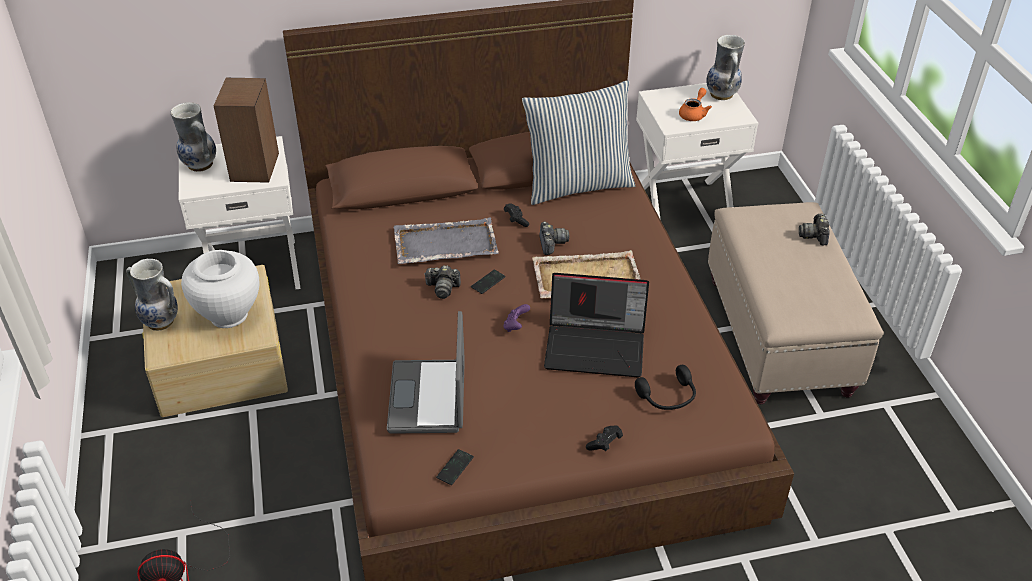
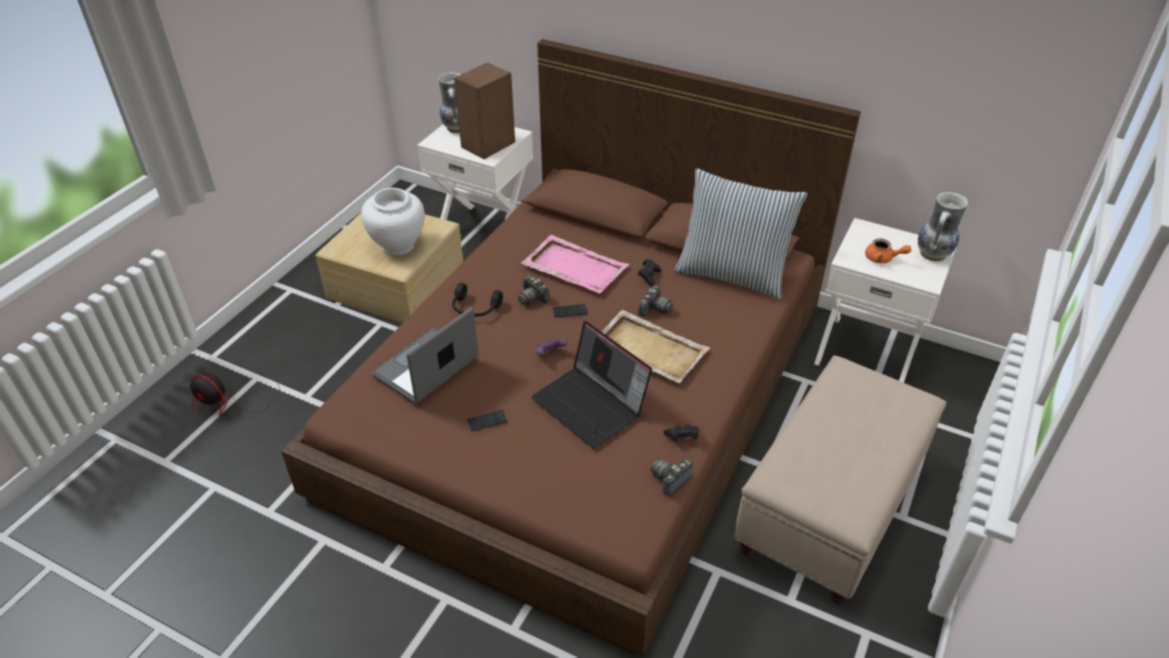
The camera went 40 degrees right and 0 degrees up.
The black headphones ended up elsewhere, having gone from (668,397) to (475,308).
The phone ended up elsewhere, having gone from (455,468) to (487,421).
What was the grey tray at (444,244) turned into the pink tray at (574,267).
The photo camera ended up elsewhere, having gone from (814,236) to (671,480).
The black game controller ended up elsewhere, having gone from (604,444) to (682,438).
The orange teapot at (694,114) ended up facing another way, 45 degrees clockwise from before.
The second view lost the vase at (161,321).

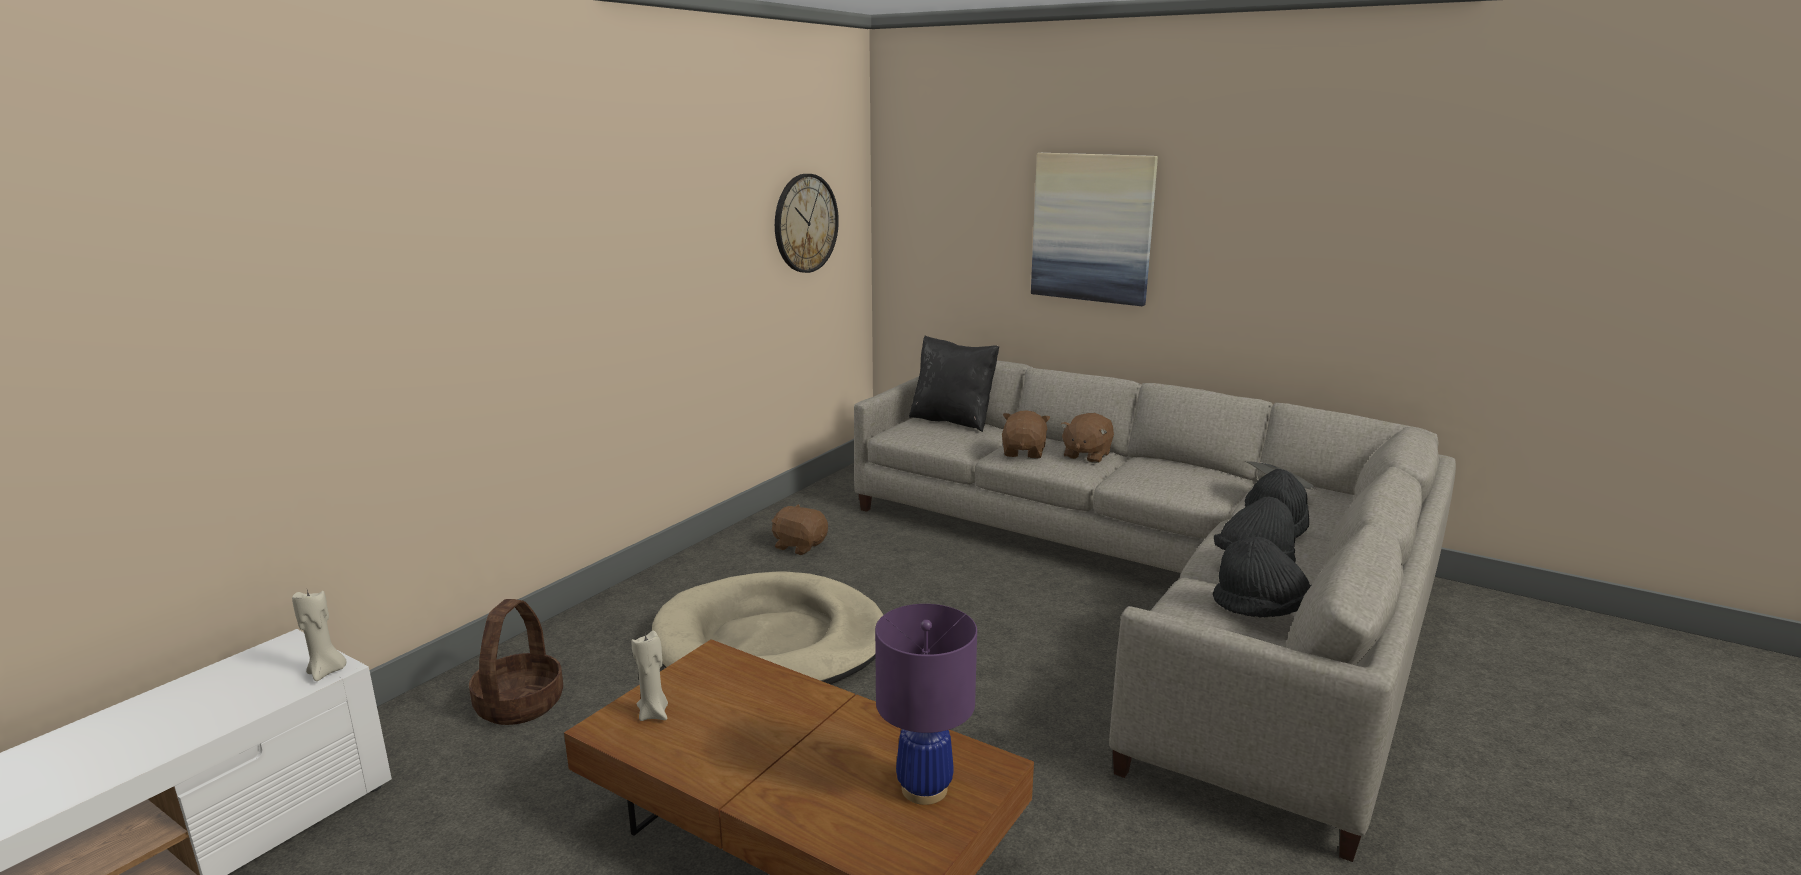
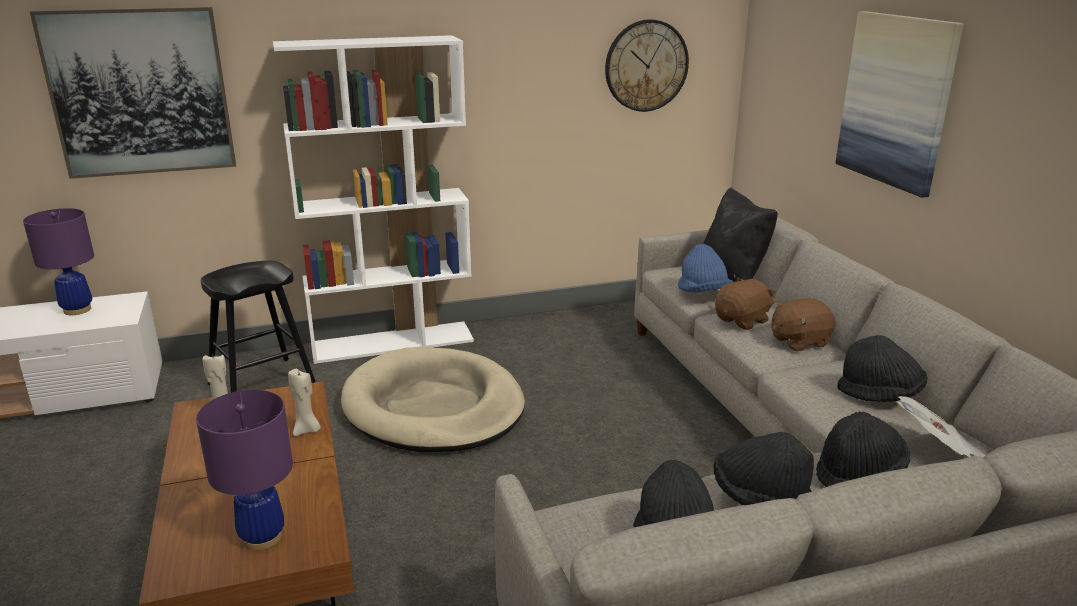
The camera went 40 degrees right and 5 degrees up.
The second view gained the purple table lamp at (77,310).
The second view gained the picture at (140,92).
Where the basket stood at (519,704), the black stool came to stand at (261,384).
The second view gained the white bookcase at (393,342).
The beige candle ended up elsewhere, having gone from (326,672) to (307,430).
The second view gained the blue hat at (703,293).
The second view gained the black hat at (879,395).
The second view lost the brown plush toy at (799,546).

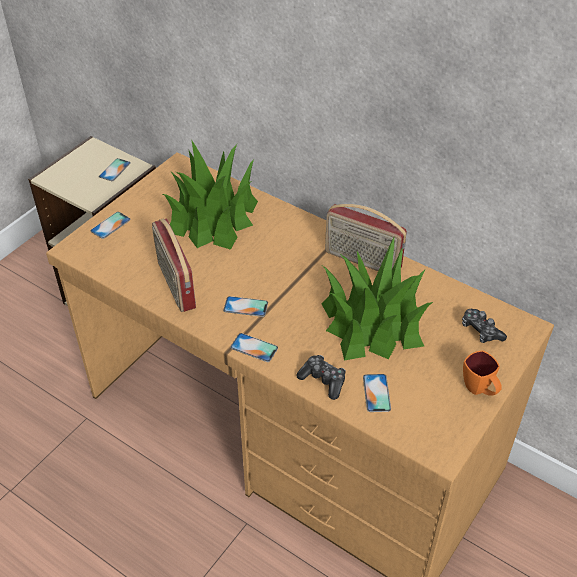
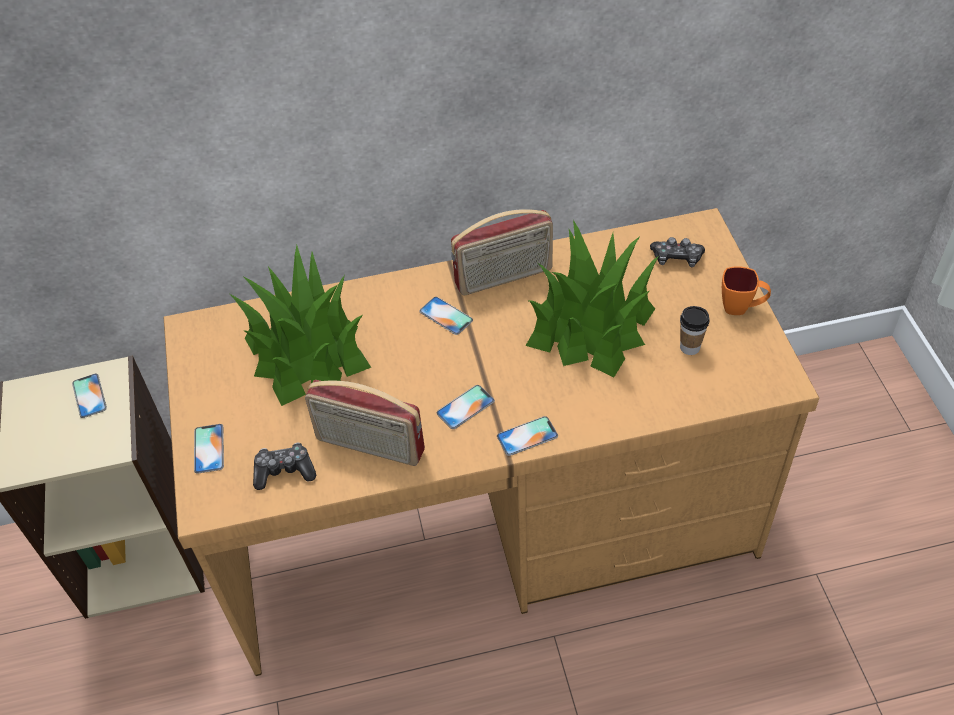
The camera went 45 degrees left and 5 degrees up.
The game controller ended up elsewhere, having gone from (323,380) to (284,471).
The phone ended up elsewhere, having gone from (376,393) to (446,316).
The second view gained the cup at (690,347).

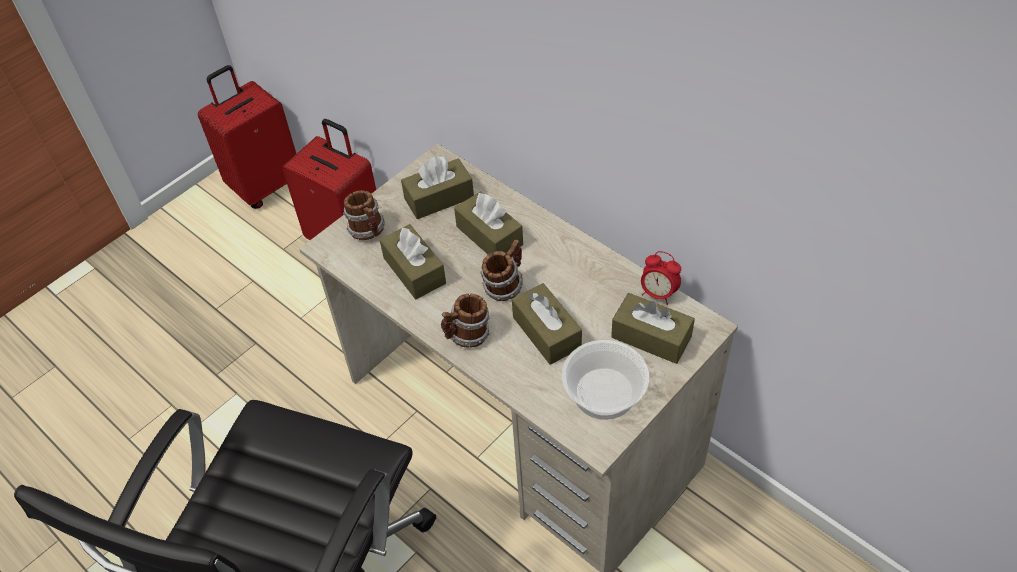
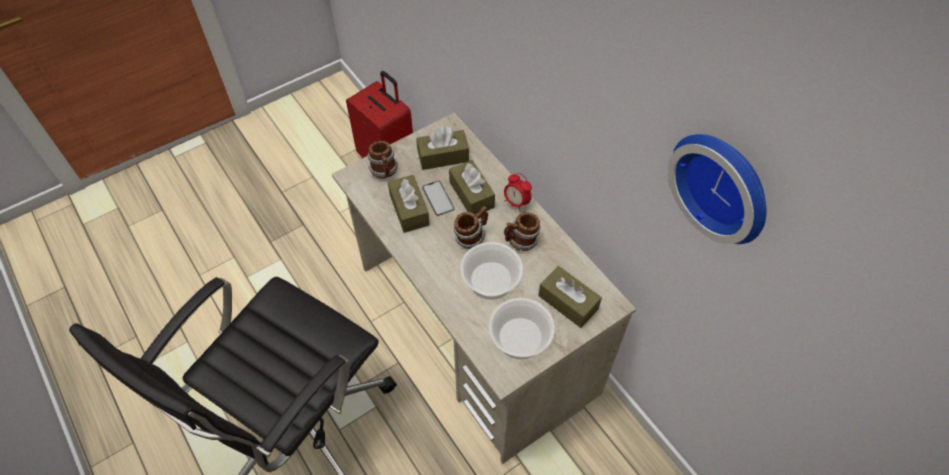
The camera went 10 degrees right and 5 degrees up.
The second view gained the phone at (438,198).
Where the brown tissue box stood at (546,332), the bowl came to stand at (491,280).
The alarm clock ended up elsewhere, having gone from (658,294) to (516,203).
The mug ended up elsewhere, having gone from (467,336) to (520,242).
The second view gained the wall clock at (724,184).
The second view lost the red suitcase at (266,185).

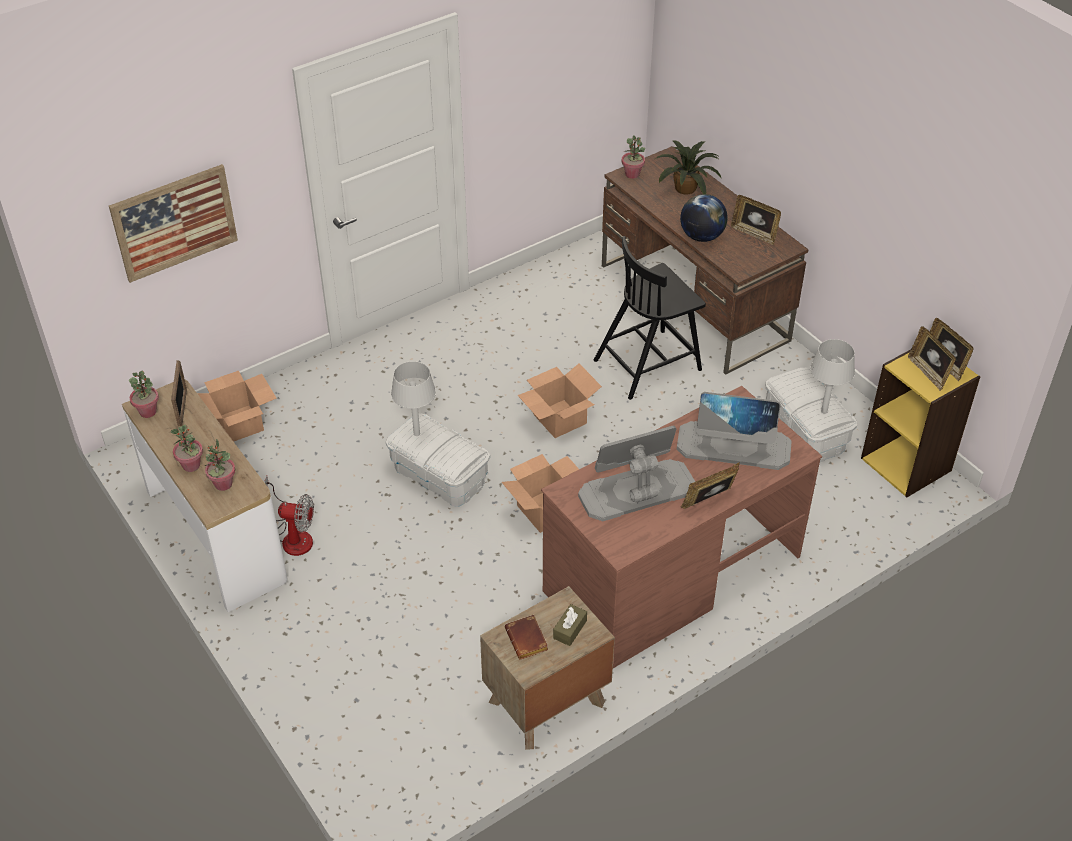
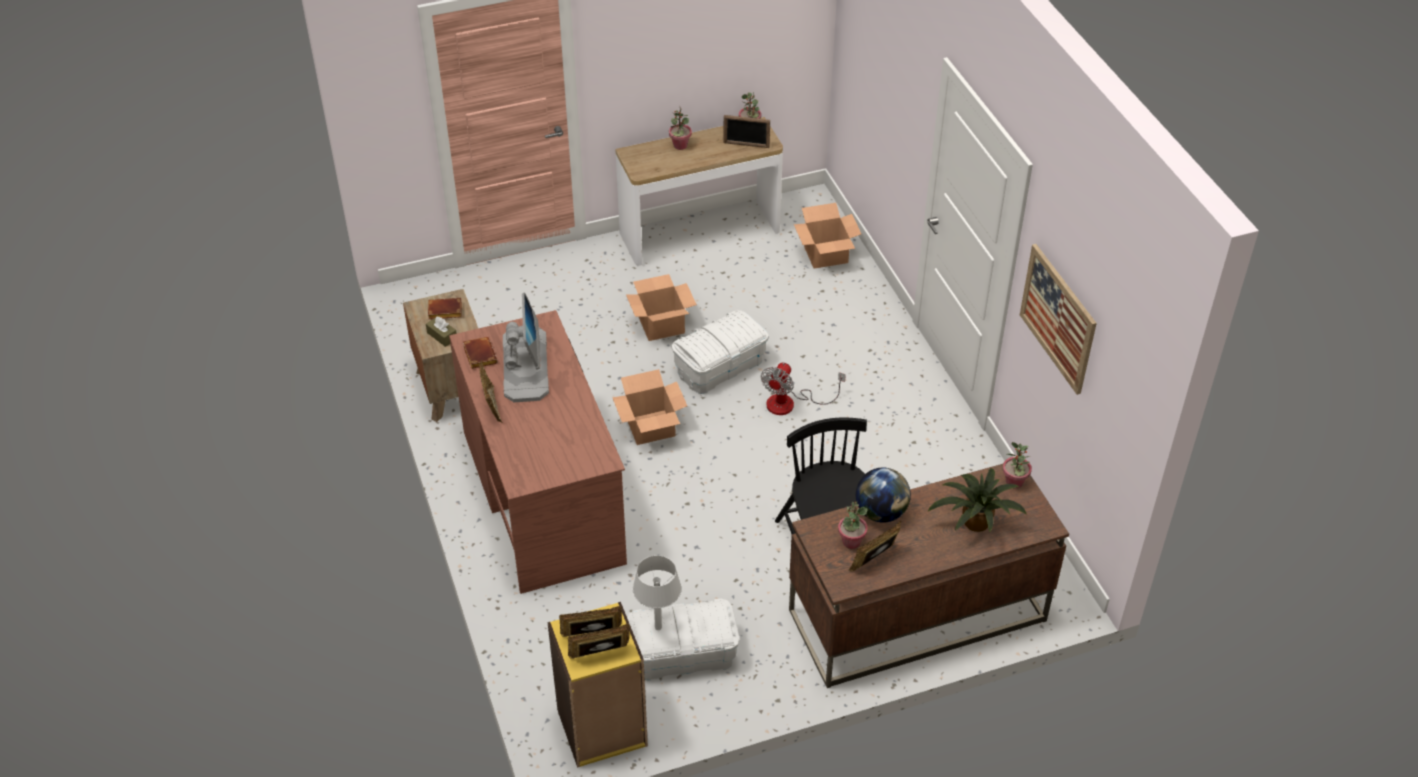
The camera went 105 degrees right and 0 degrees up.
The second view gained the brown book at (478,355).
The cardboard box ended up elsewhere, having gone from (560,419) to (661,326).
The fan ended up elsewhere, having gone from (293,535) to (790,403).
The potted plant ended up elsewhere, having gone from (223,484) to (851,542).
The picture ended up elsewhere, having gone from (174,222) to (1058,318).
The second view lost the grey table lamp at (417,434).
The second view lost the monitor at (734,446).

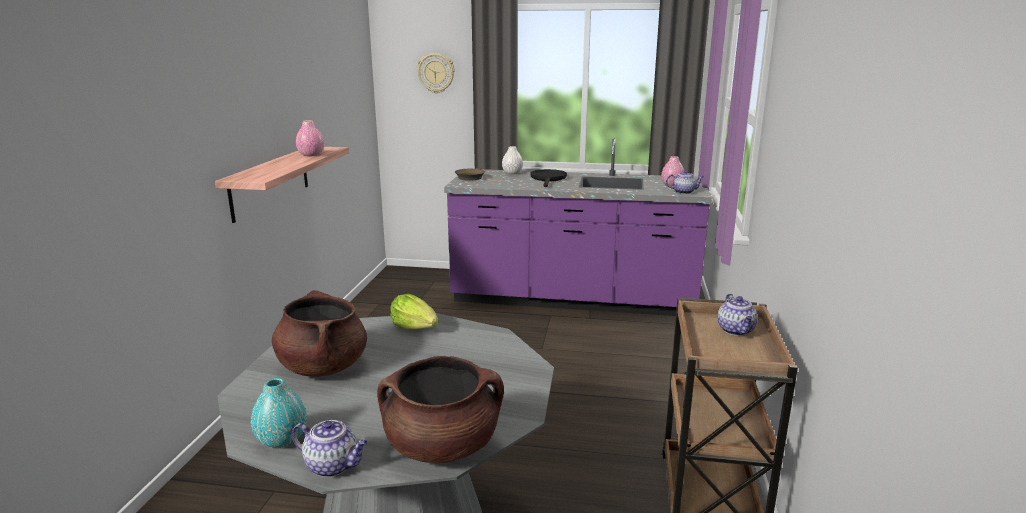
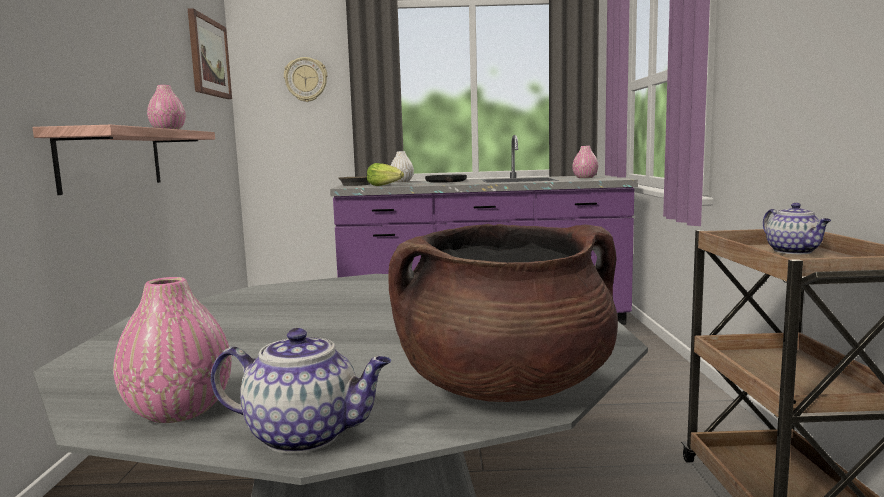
The camera went 10 degrees left and 10 degrees down.
What was the turquoise vase at (282,439) turned into the pink vase at (179,410).
The second view gained the picture at (209,57).
The lettuce ended up elsewhere, having gone from (415,327) to (385,185).
The second view lost the brown cooking pot at (323,367).
The second view lost the teapot at (684,192).

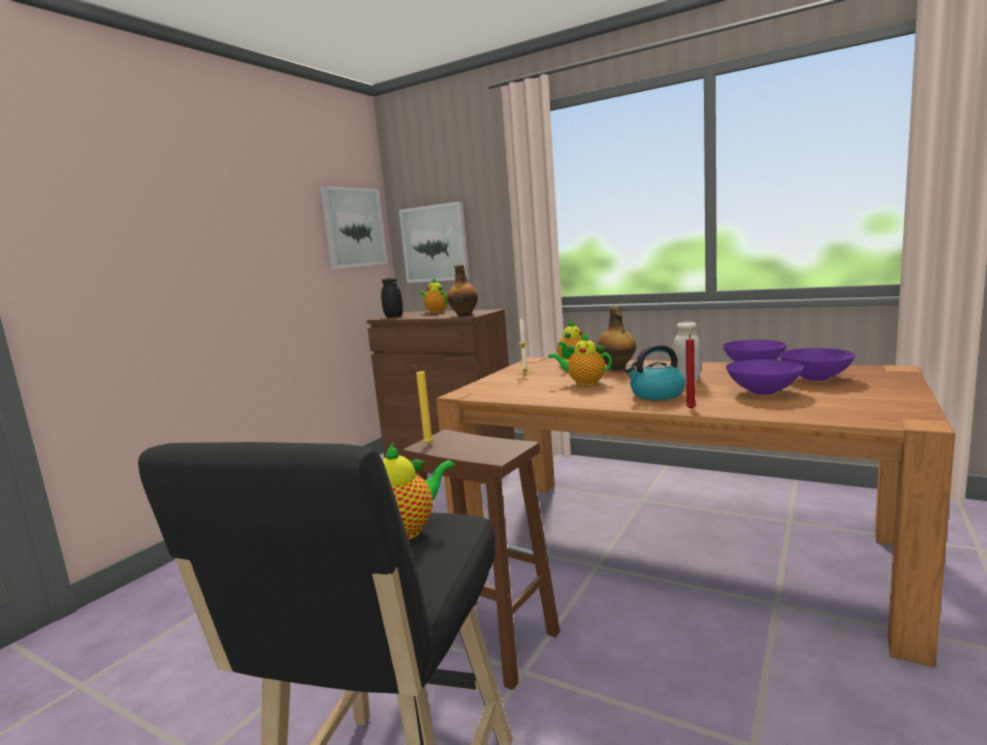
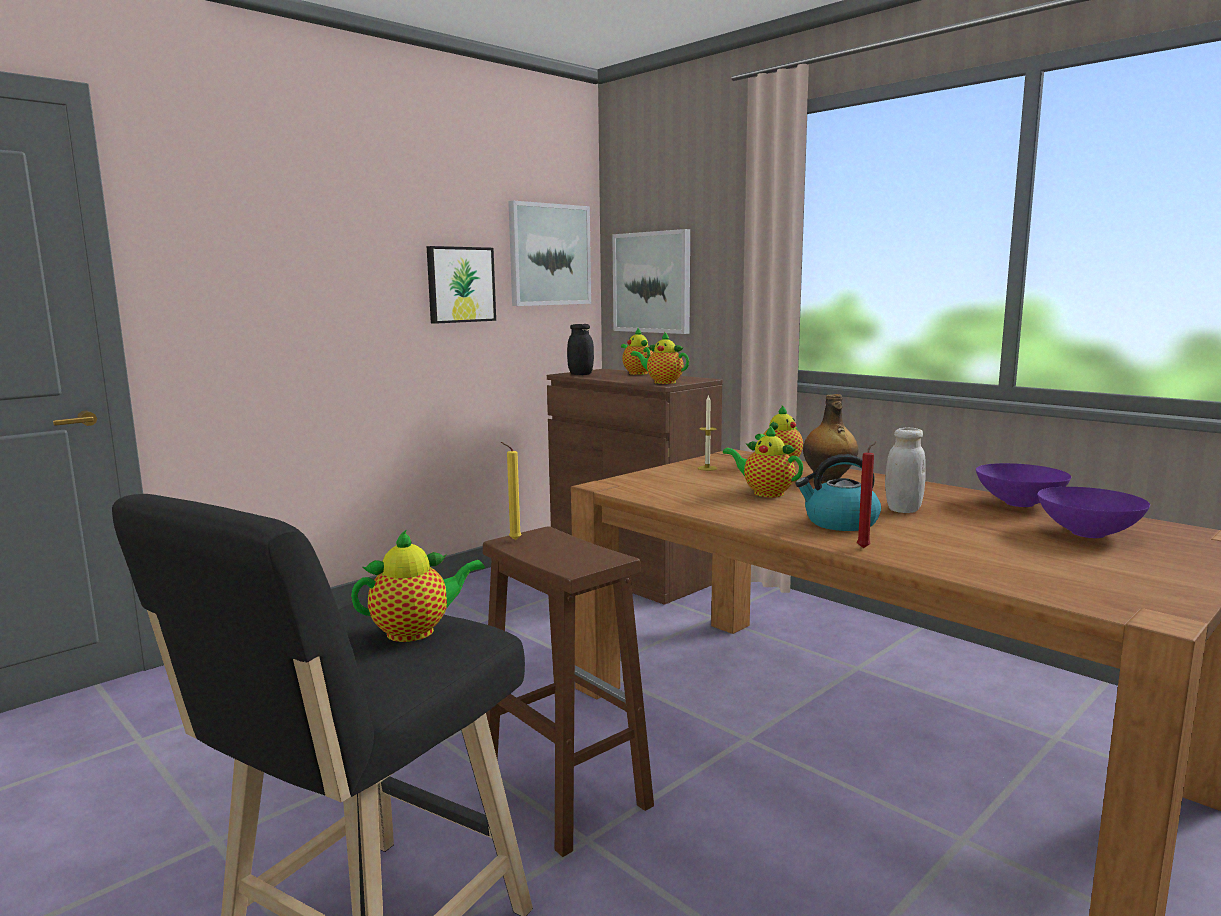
The camera went 15 degrees right and 0 degrees up.
The second view gained the picture at (460,284).
Where the bottle stood at (464,315), the teapot came to stand at (662,382).
The second view lost the purple bowl at (762,392).

